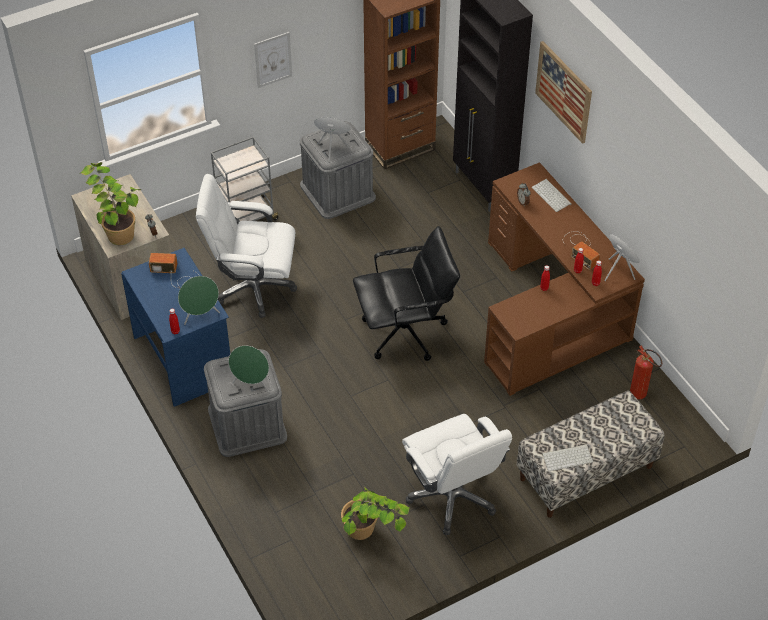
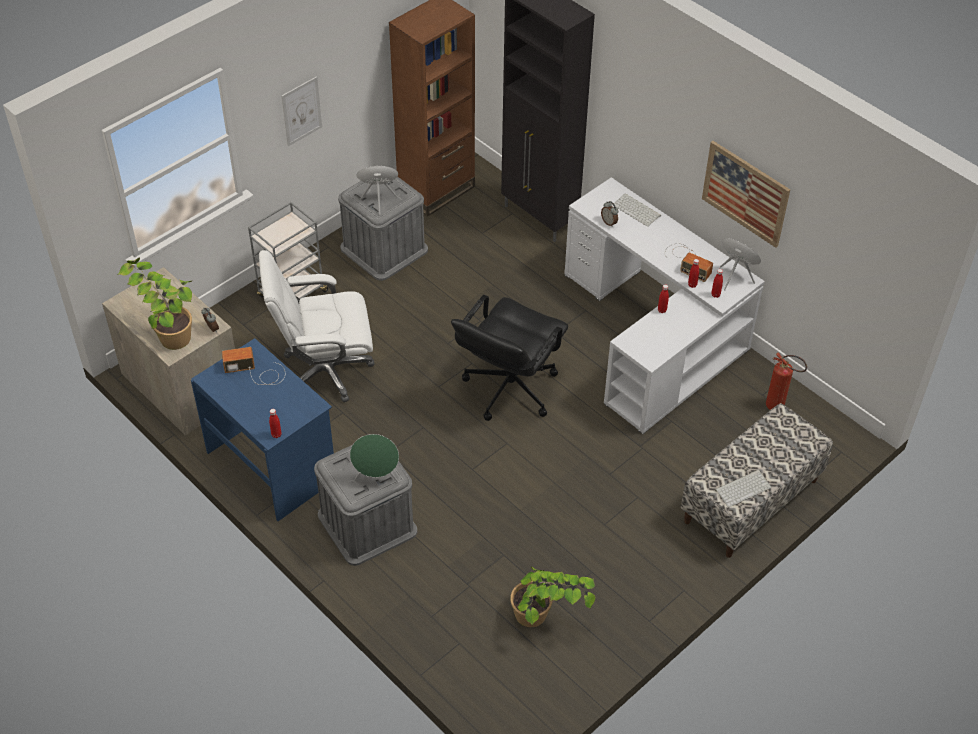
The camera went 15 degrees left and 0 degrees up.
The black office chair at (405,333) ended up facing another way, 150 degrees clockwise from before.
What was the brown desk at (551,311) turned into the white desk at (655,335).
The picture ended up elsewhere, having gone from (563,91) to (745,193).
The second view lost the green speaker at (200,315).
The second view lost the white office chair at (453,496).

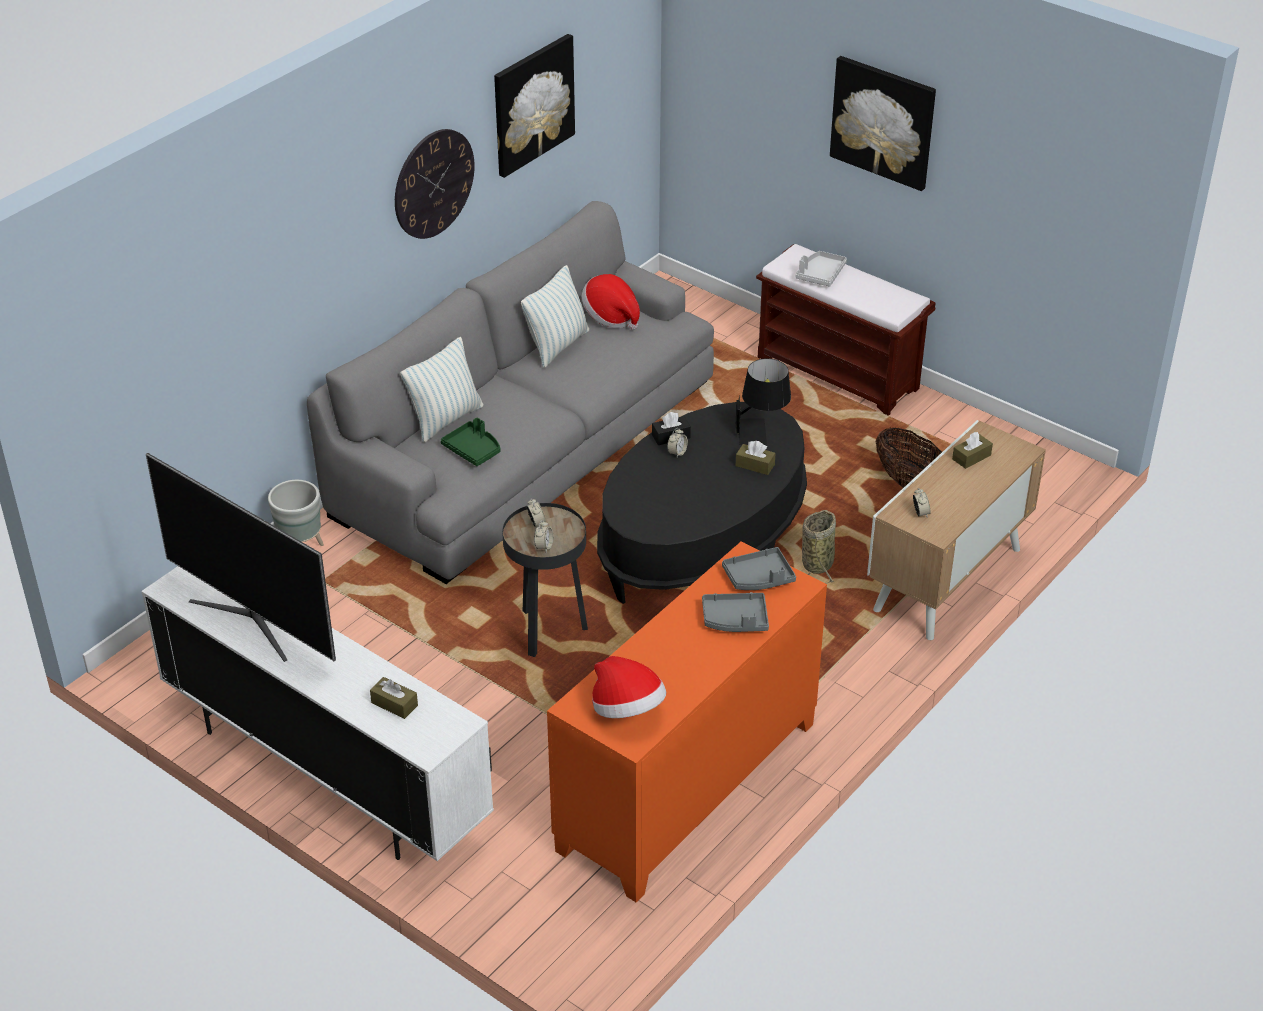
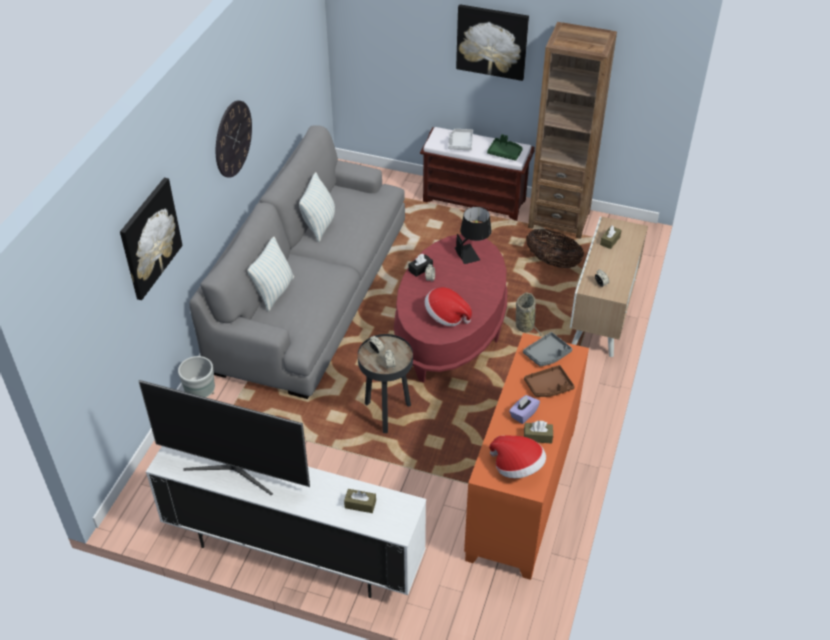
The camera went 20 degrees left and 5 degrees up.
The picture ended up elsewhere, having gone from (532,104) to (149,238).
What was the black coffee table at (702,542) turned into the red coffee table at (450,329).
The hat ended up elsewhere, having gone from (611,317) to (446,316).
The green tray ended up elsewhere, having gone from (473,450) to (505,153).
The second view gained the purple tissue box at (523,414).
What was the grey tray at (735,620) turned into the brown tray at (548,387).
The brown tissue box ended up elsewhere, having gone from (755,465) to (538,437).
The second view gained the brown bookcase at (559,219).

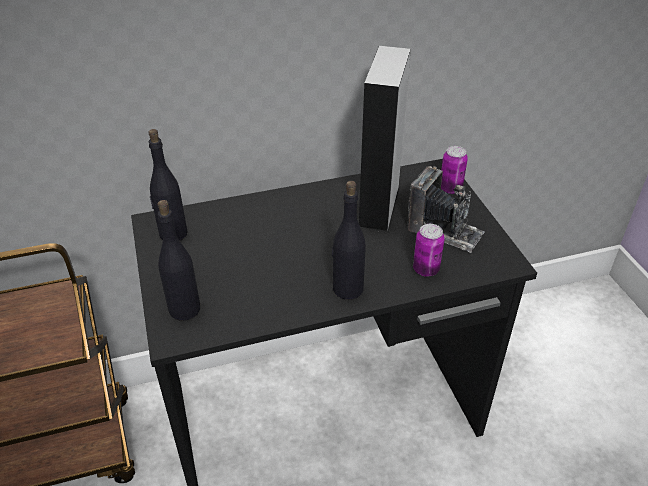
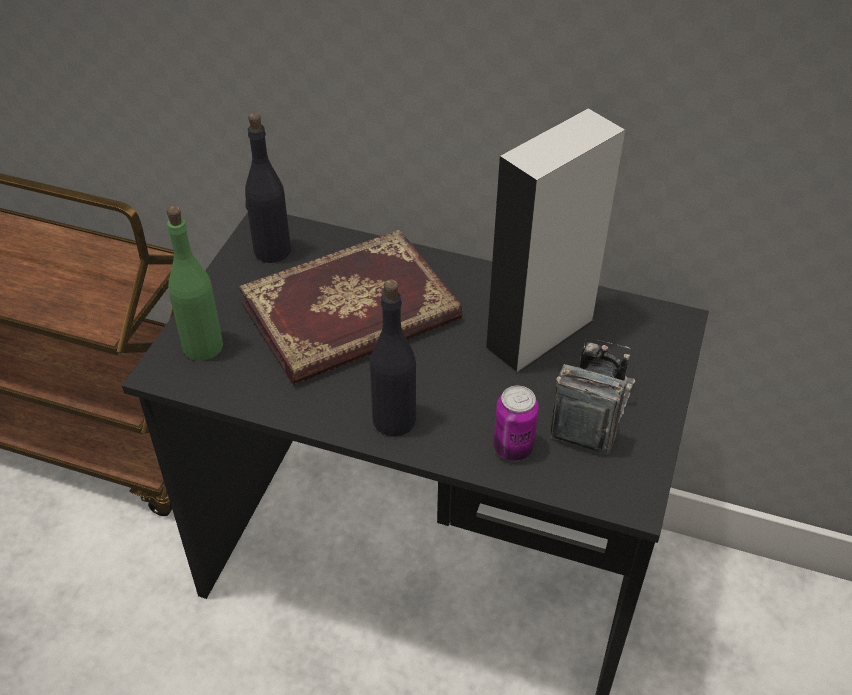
The camera went 35 degrees right and 5 degrees up.
What was the black bottle at (184,309) turned into the green bottle at (203,346).
The second view gained the book at (352,314).
The photo camera at (444,230) ended up facing another way, 135 degrees counterclockwise from before.
The second view lost the can at (450,188).

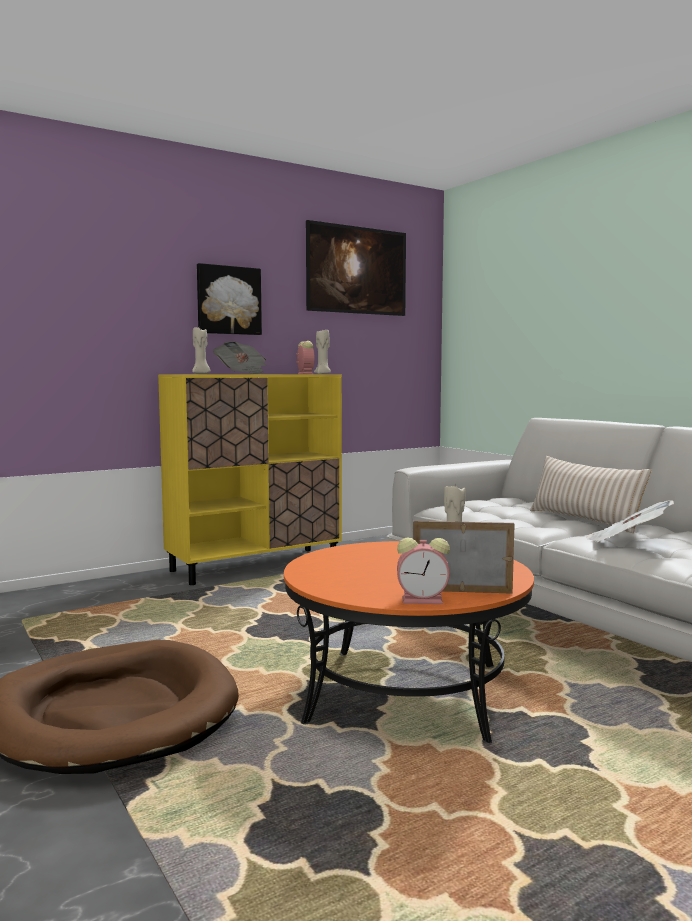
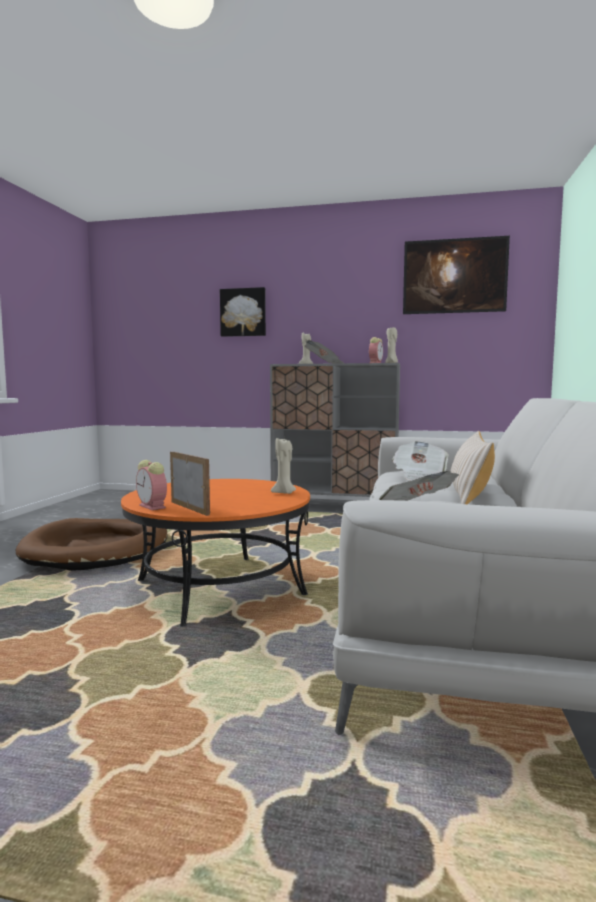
The camera went 45 degrees right and 0 degrees up.
The picture ended up elsewhere, having gone from (228,300) to (243,312).
What was the yellow cabinet at (255,565) turned into the grey cabinet at (335,505).
The second view gained the newspaper at (419,476).

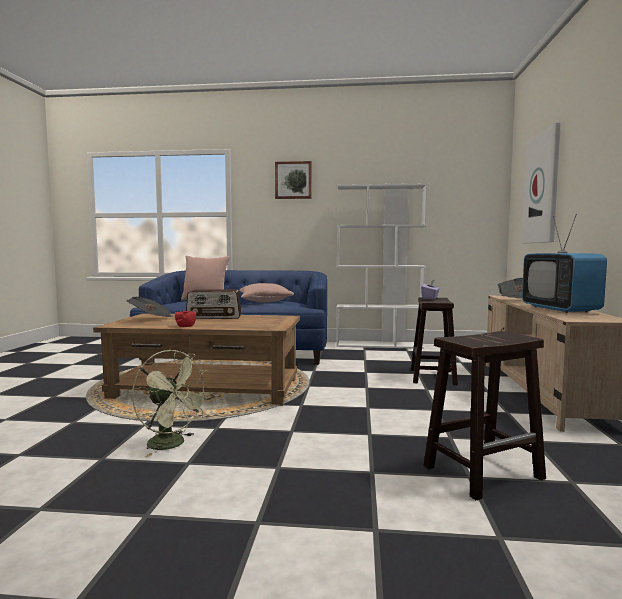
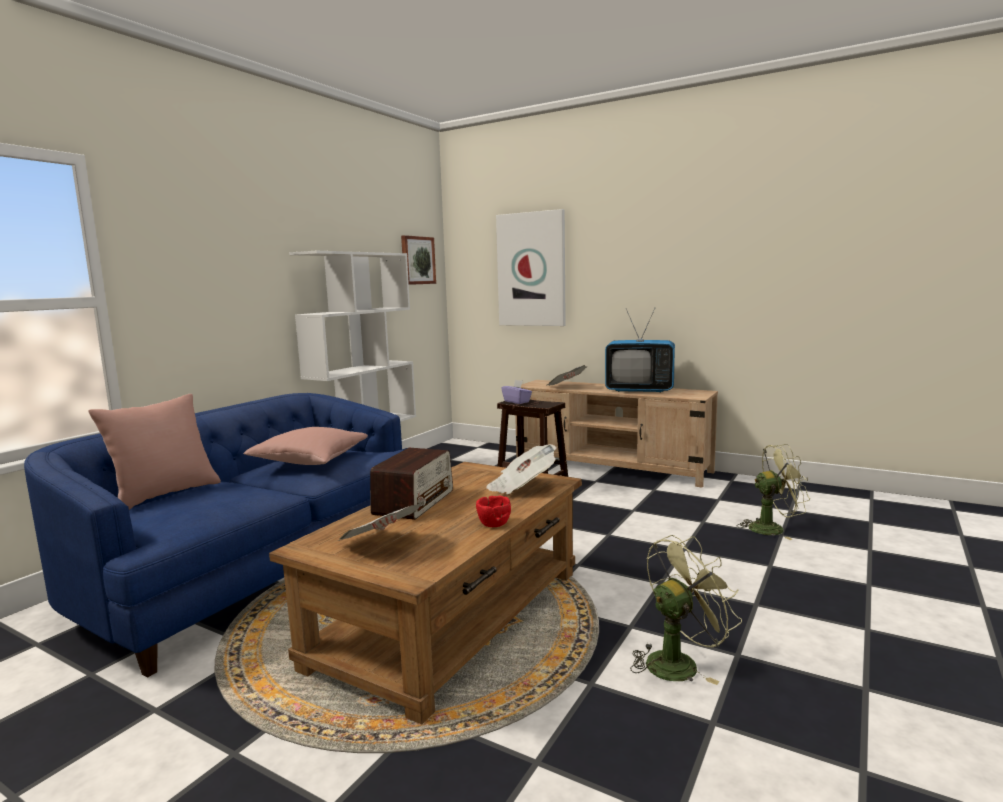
The camera went 65 degrees left and 5 degrees up.
The picture ended up elsewhere, having gone from (293,180) to (417,260).
The second view gained the newspaper at (521,487).
Where the brown stool stood at (484,472), the green fan came to stand at (773,528).

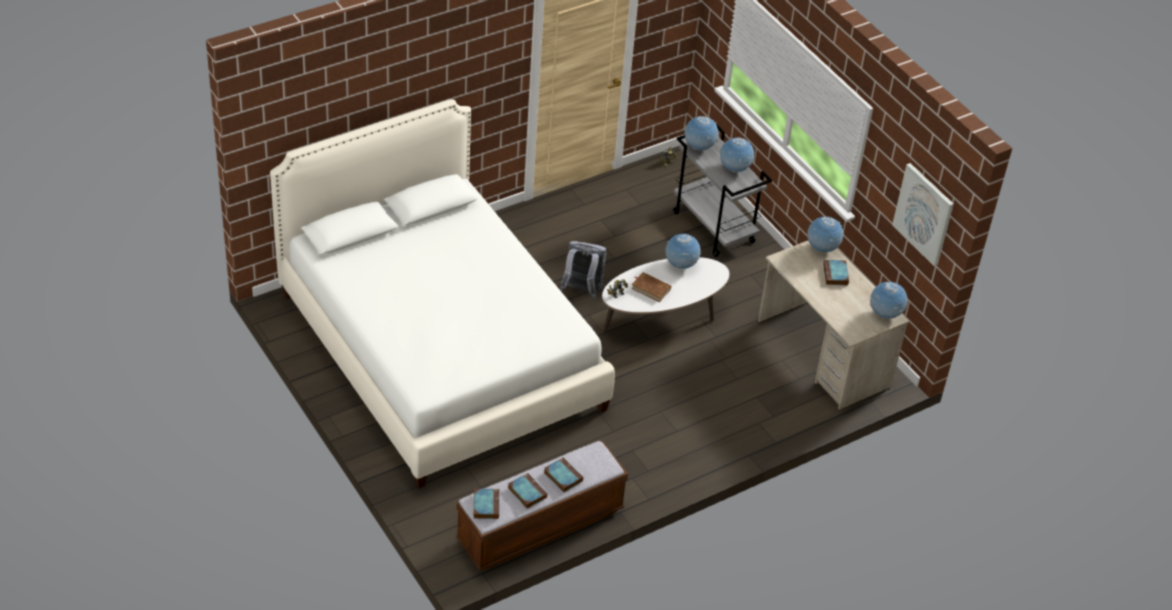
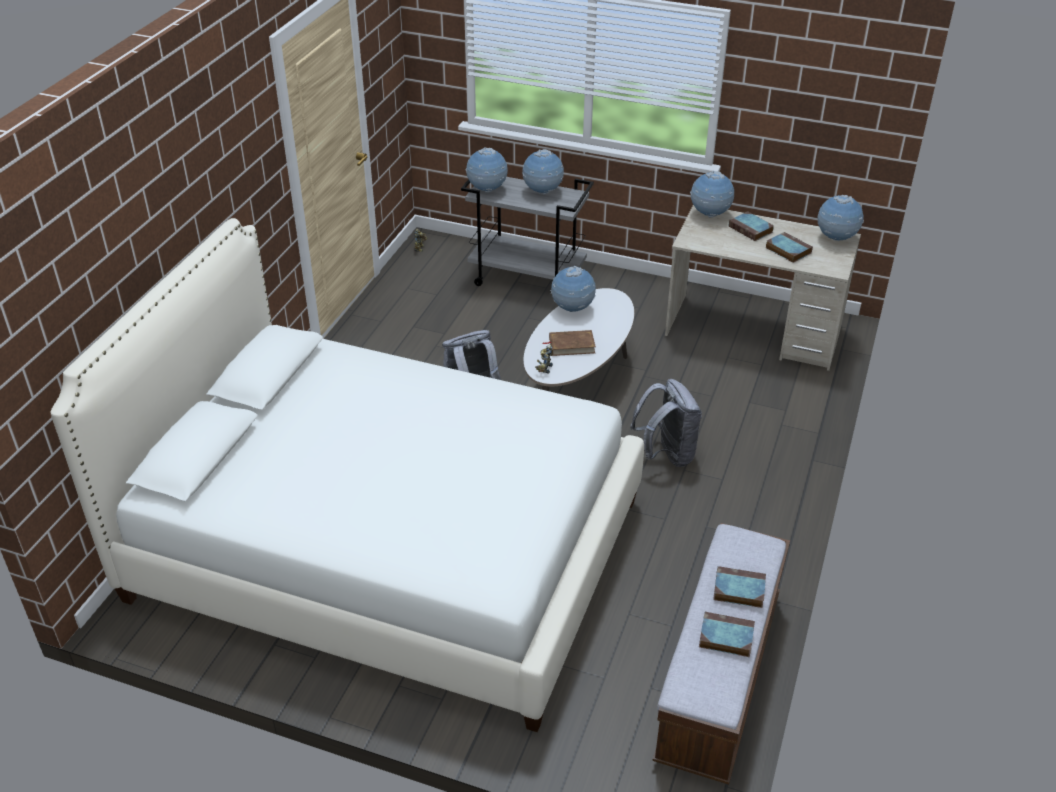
The camera went 35 degrees left and 5 degrees down.
The second view gained the grey backpack at (666,454).
The book ended up elsewhere, having gone from (486,505) to (787,250).
The second view lost the picture at (924,214).

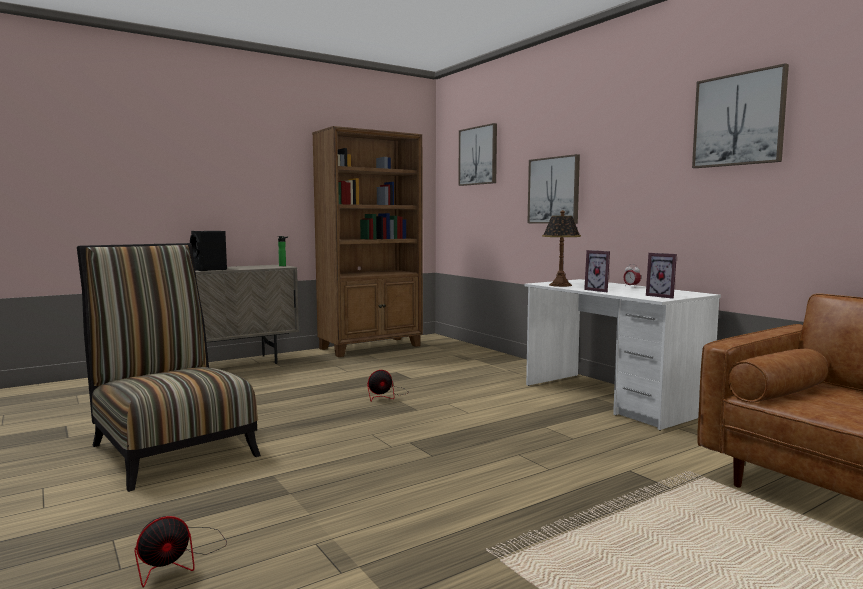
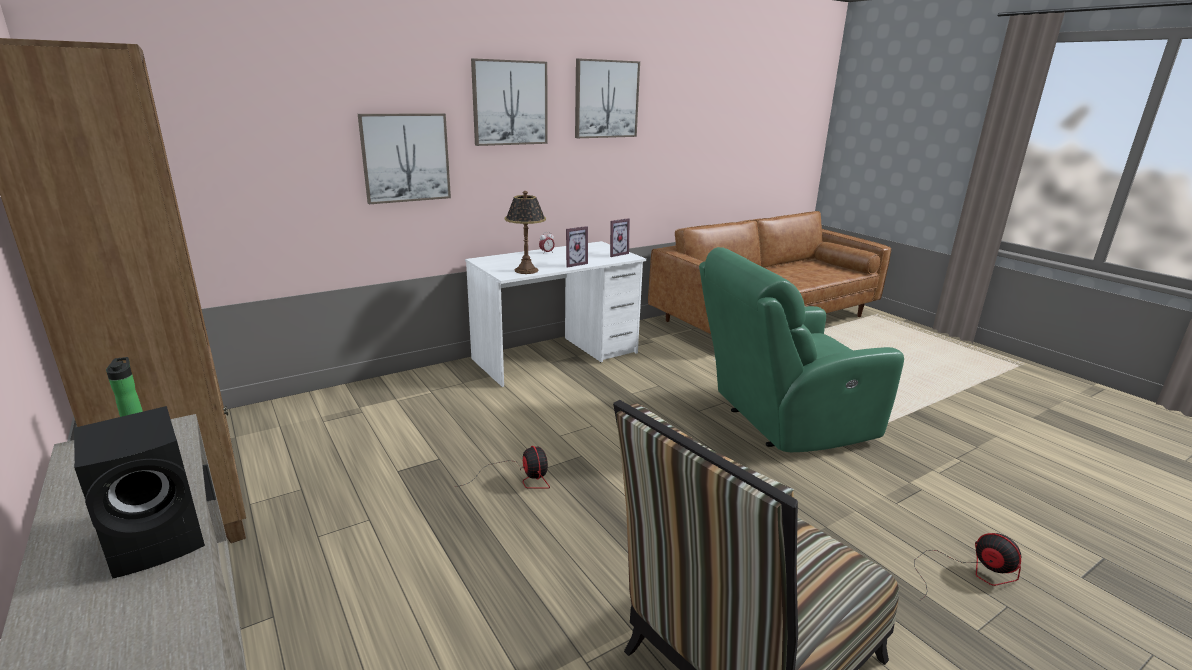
The camera went 90 degrees left and 15 degrees up.
The picture ended up elsewhere, having gone from (478,156) to (510,103).
The second view gained the green armchair at (781,422).

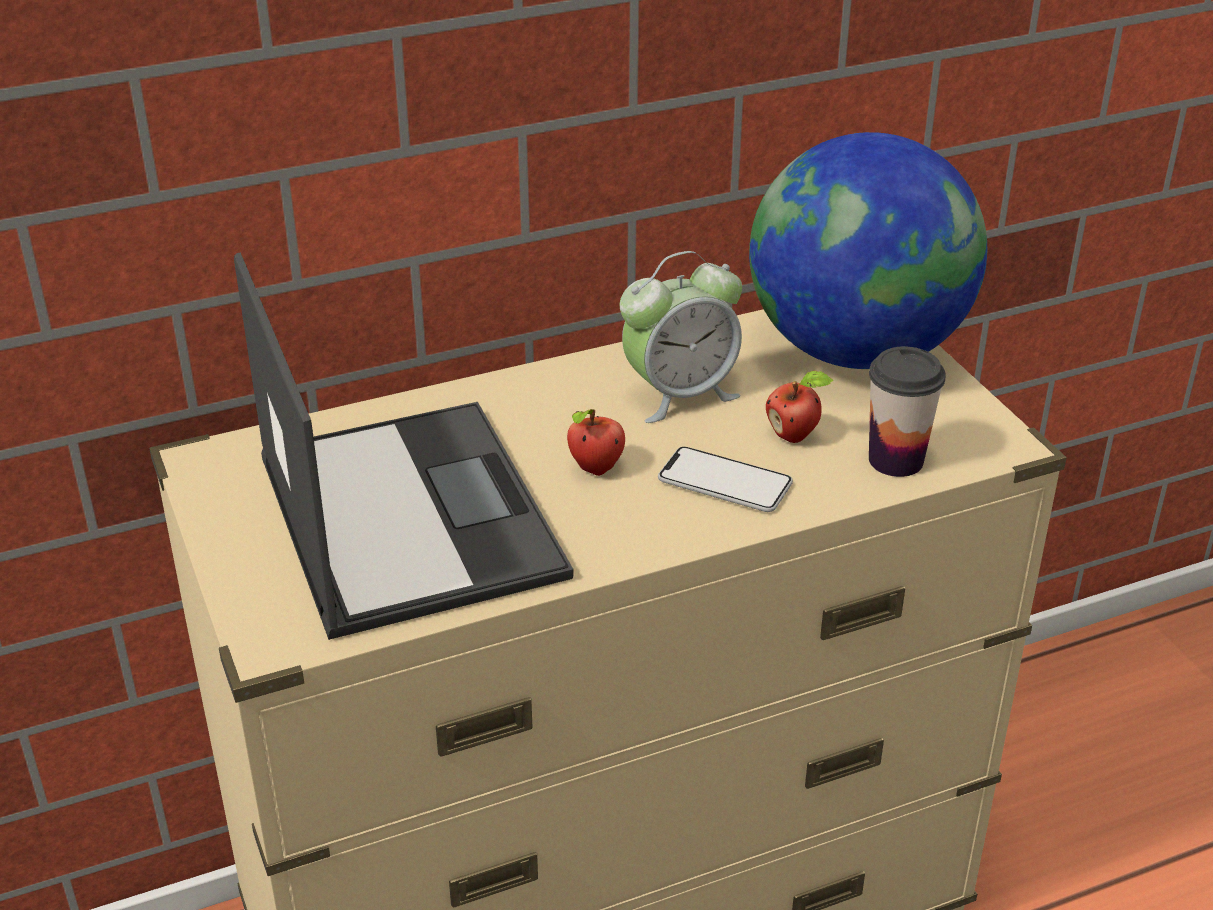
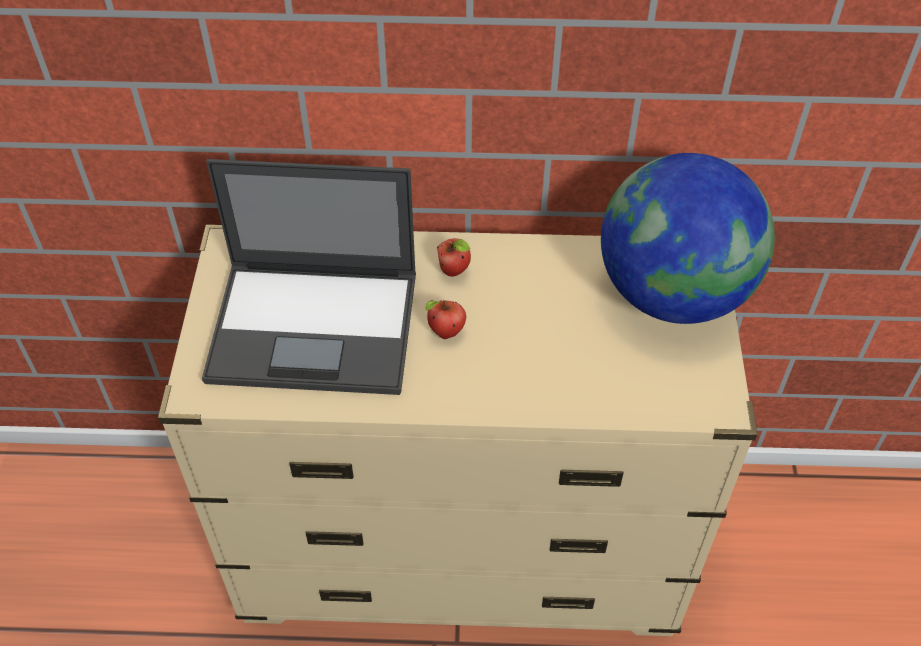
The camera went 25 degrees right and 15 degrees up.
The laptop at (406,514) ended up facing another way, 90 degrees clockwise from before.
The apple ended up elsewhere, having gone from (795,436) to (455,271).
The second view lost the alarm clock at (680,394).
The second view lost the phone at (724,482).
The second view lost the cup at (896,460).

